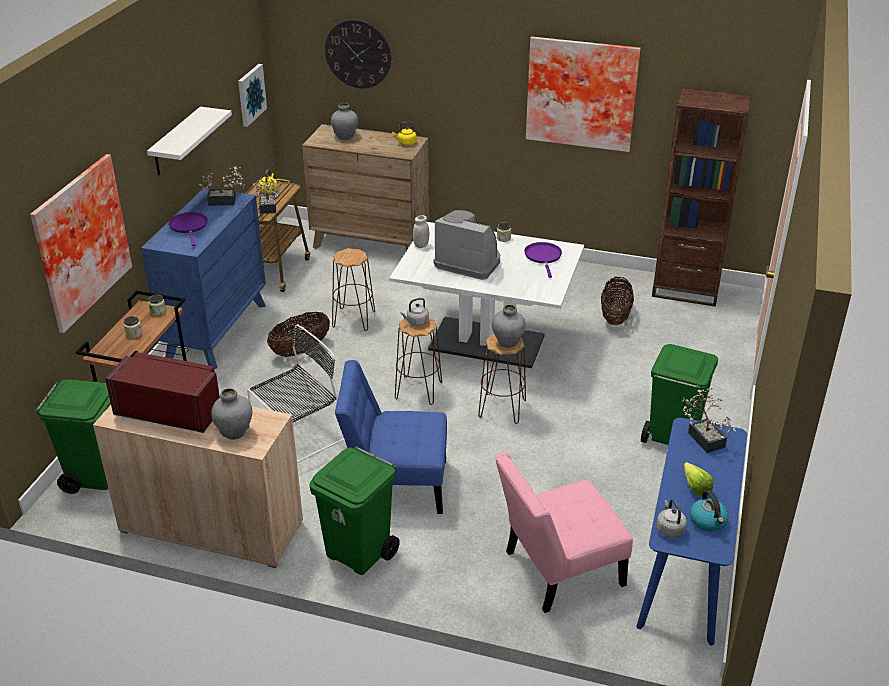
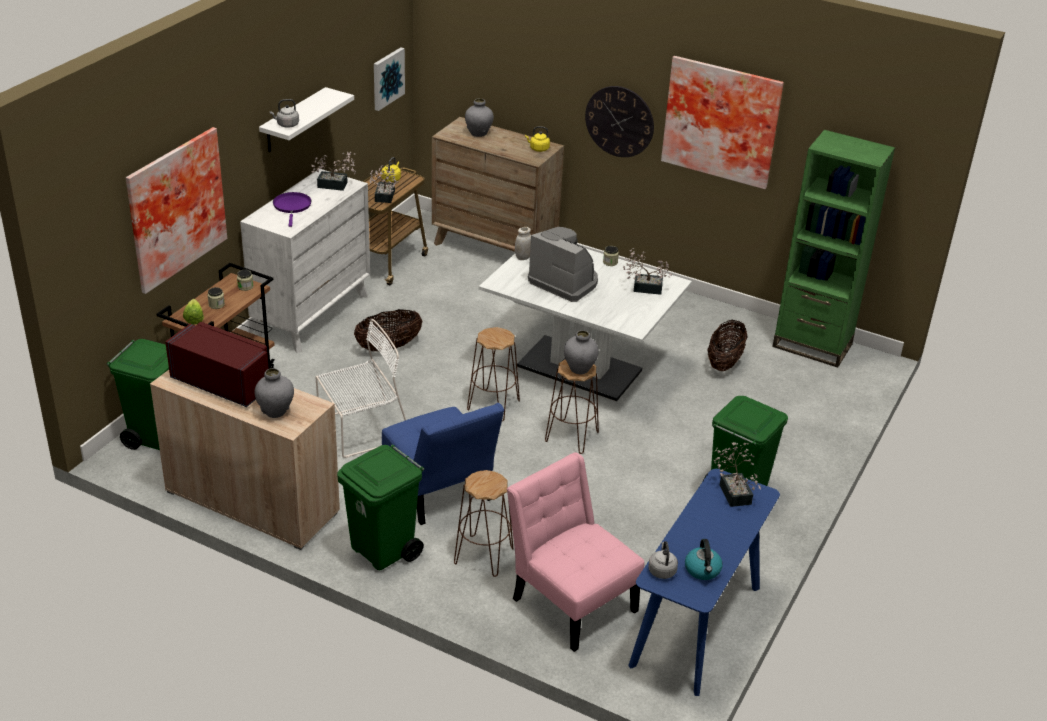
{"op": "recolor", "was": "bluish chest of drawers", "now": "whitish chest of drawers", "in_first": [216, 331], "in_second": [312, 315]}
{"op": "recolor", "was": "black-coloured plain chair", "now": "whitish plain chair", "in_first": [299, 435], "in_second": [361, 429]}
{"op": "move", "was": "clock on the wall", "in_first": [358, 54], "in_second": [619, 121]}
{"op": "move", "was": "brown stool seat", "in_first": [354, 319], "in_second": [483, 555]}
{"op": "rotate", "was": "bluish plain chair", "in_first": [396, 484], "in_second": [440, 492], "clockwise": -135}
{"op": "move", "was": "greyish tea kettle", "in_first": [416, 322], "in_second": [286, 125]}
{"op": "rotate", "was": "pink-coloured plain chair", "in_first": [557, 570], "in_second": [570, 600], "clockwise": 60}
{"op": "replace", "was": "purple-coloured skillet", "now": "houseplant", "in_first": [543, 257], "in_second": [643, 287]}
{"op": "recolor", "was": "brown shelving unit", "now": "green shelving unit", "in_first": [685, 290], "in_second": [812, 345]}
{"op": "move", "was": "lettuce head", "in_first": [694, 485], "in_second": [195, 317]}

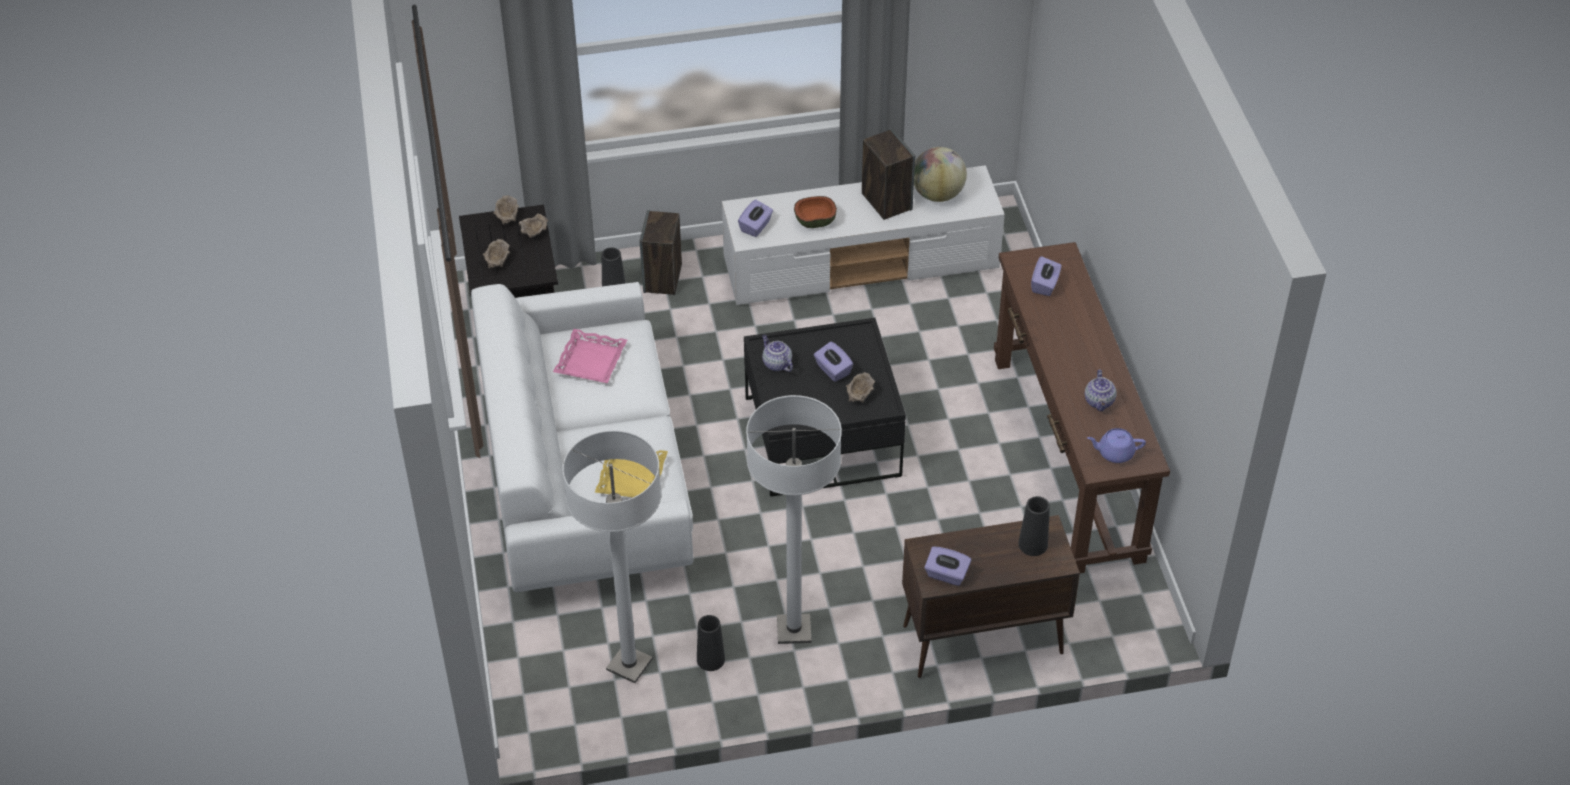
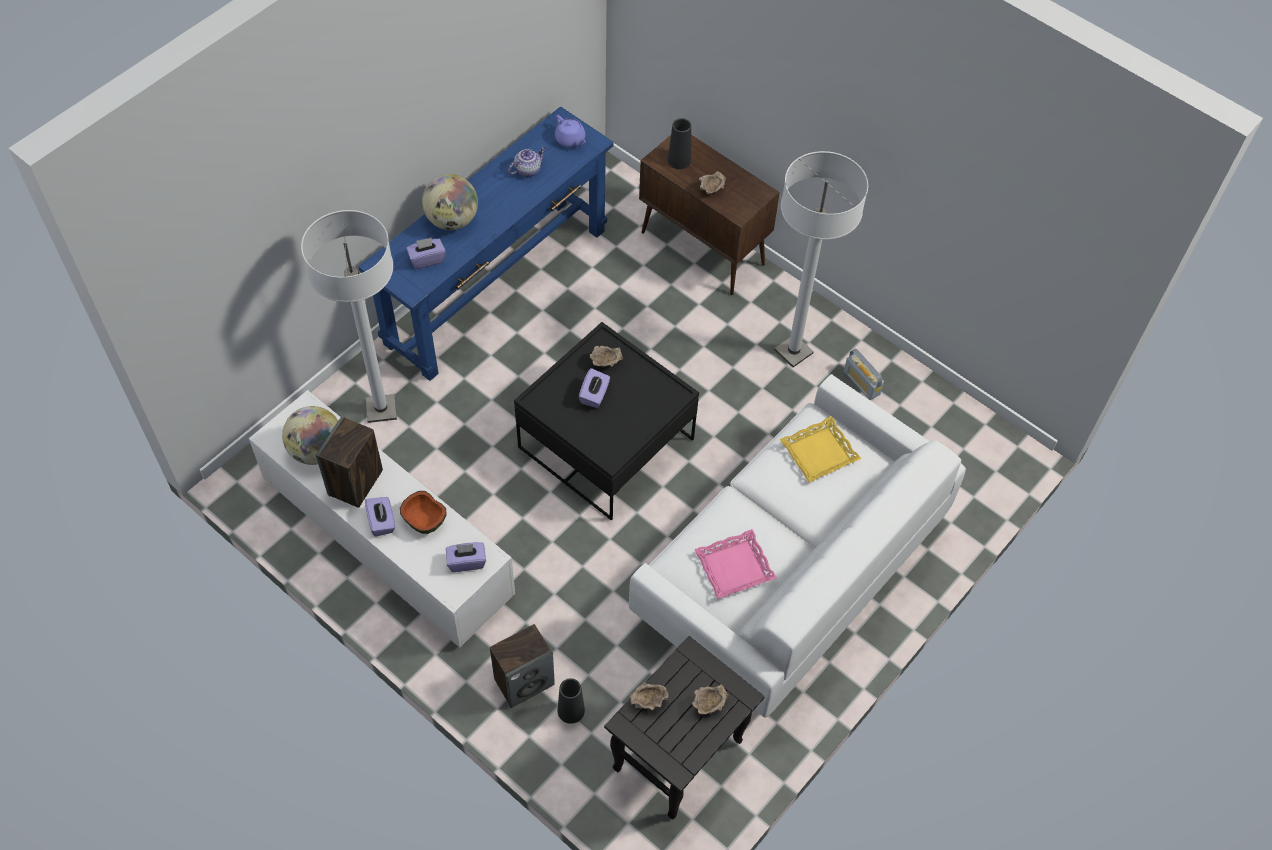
{"op": "move", "was": "sand-coloured bowl", "in_first": [507, 218], "in_second": [711, 190]}
{"op": "move", "was": "whitish standing lamp", "in_first": [629, 665], "in_second": [381, 409]}
{"op": "replace", "was": "black-coloured flower vase", "now": "radio set", "in_first": [710, 659], "in_second": [861, 383]}
{"op": "delete", "was": "teapot", "in_first": [776, 363]}
{"op": "move", "was": "purple-coloured box of tissues", "in_first": [946, 575], "in_second": [382, 522]}
{"op": "recolor", "was": "brown narrow table", "now": "bluish narrow table", "in_first": [1067, 457], "in_second": [497, 286]}
{"op": "insert", "now": "world globe", "in_second": [452, 220]}

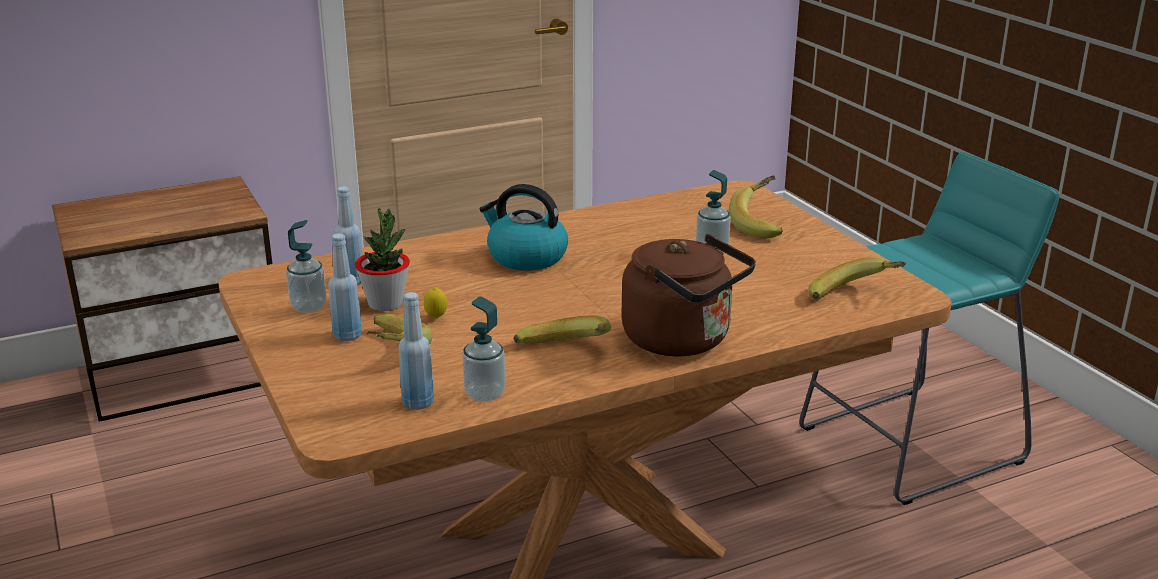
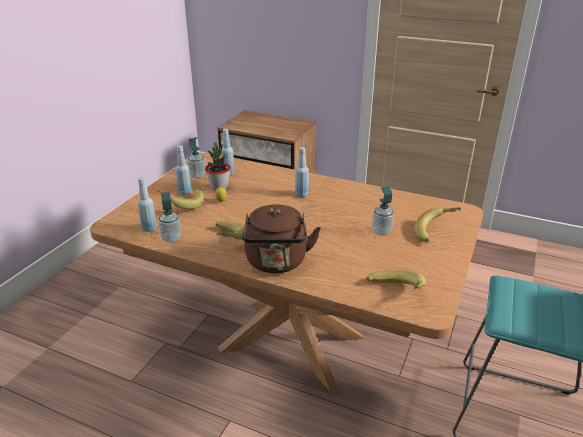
{"op": "replace", "was": "tea kettle", "now": "bluish drink bottle", "in_first": [525, 257], "in_second": [301, 194]}

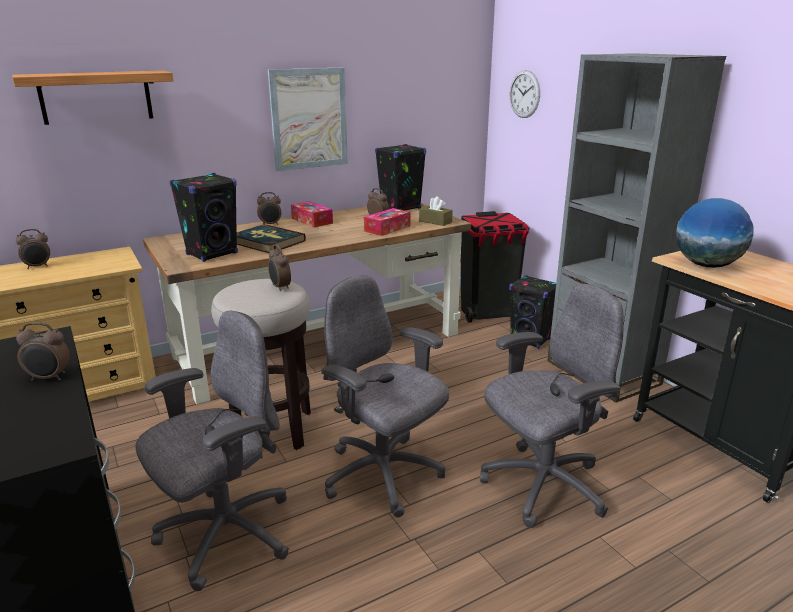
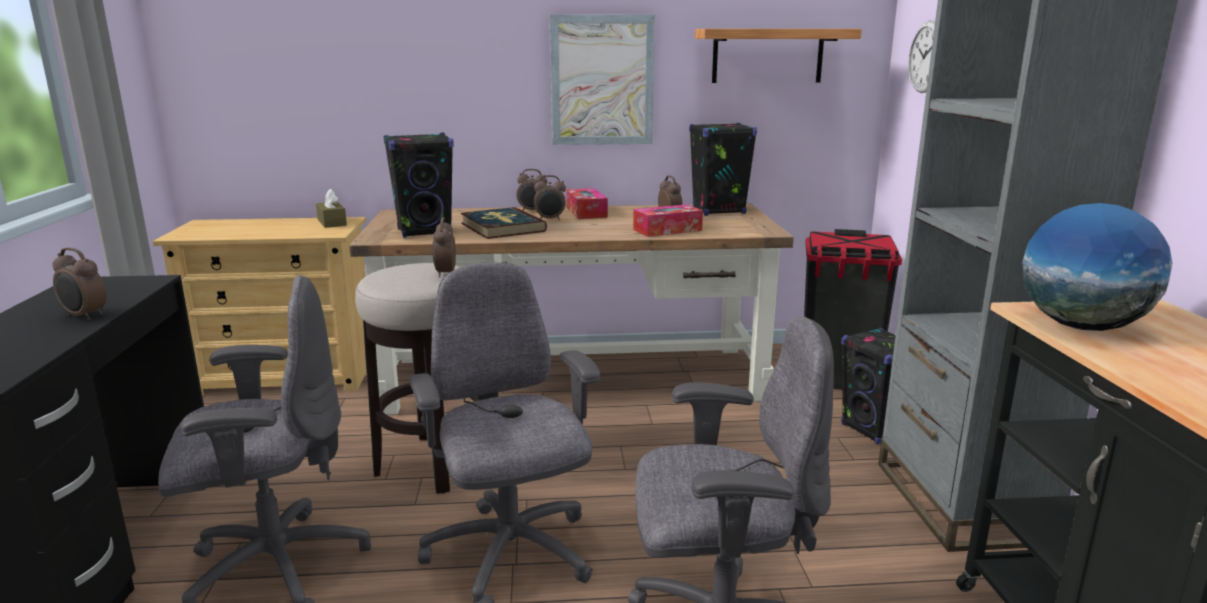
{"op": "move", "was": "bracket shelf", "in_first": [96, 97], "in_second": [767, 56]}
{"op": "move", "was": "bedside clock", "in_first": [38, 267], "in_second": [550, 219]}
{"op": "move", "was": "brown box of tissues", "in_first": [435, 221], "in_second": [332, 222]}

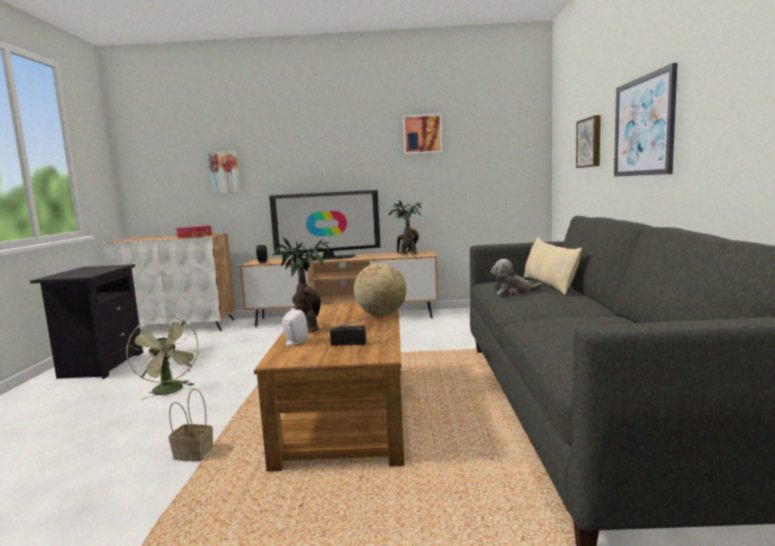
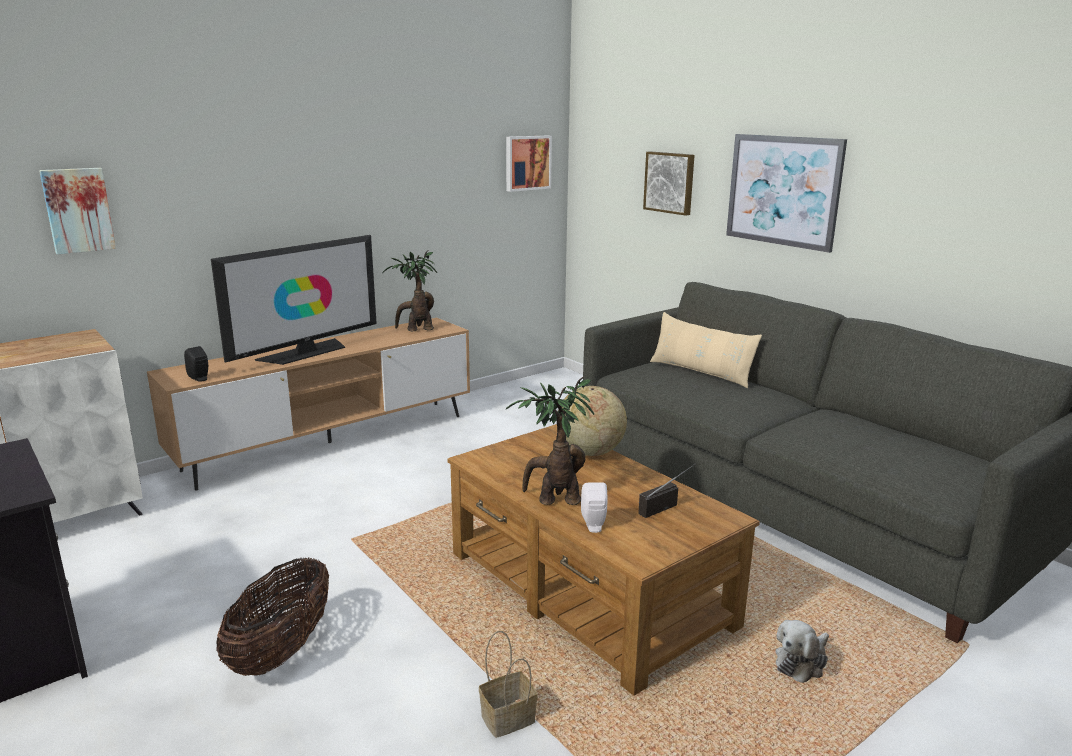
{"op": "replace", "was": "green electric fan", "now": "basket", "in_first": [170, 391], "in_second": [282, 650]}
{"op": "delete", "was": "box of tissues", "in_first": [194, 236]}
{"op": "move", "was": "wall art", "in_first": [422, 134], "in_second": [527, 163]}
{"op": "move", "was": "soft toy", "in_first": [513, 292], "in_second": [801, 663]}

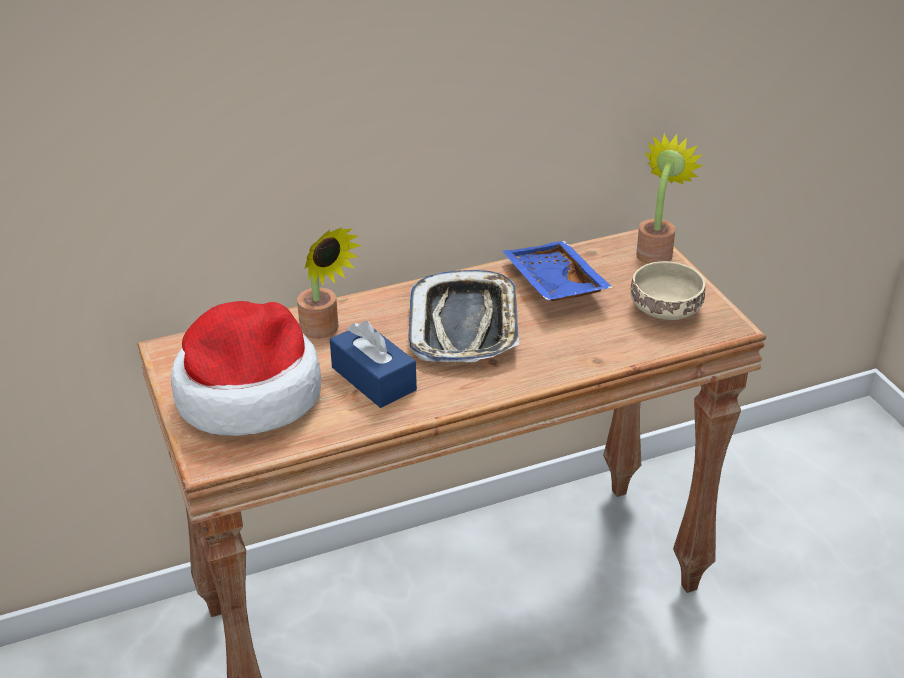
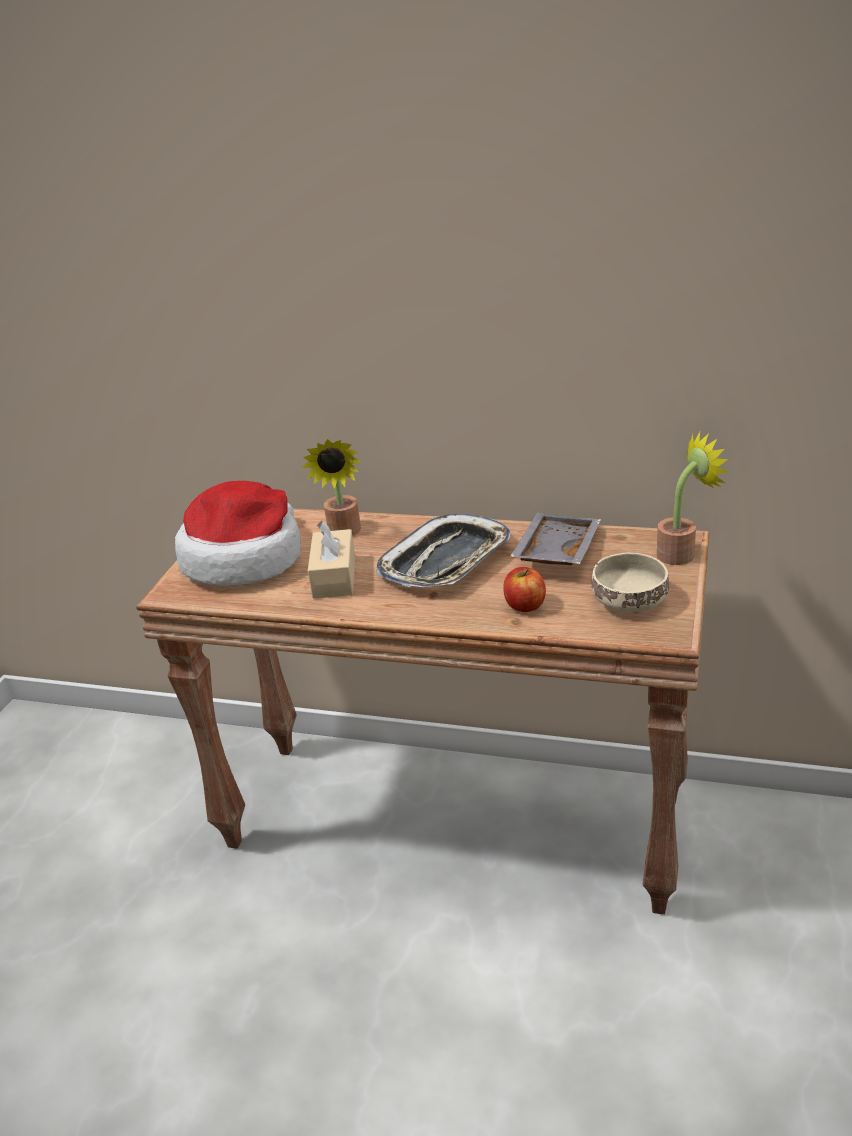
{"op": "recolor", "was": "bluish box of tissues", "now": "sand-coloured box of tissues", "in_first": [373, 379], "in_second": [334, 577]}
{"op": "recolor", "was": "bluish serving tray", "now": "greyish serving tray", "in_first": [552, 284], "in_second": [555, 552]}
{"op": "insert", "now": "whole apple", "in_second": [525, 605]}

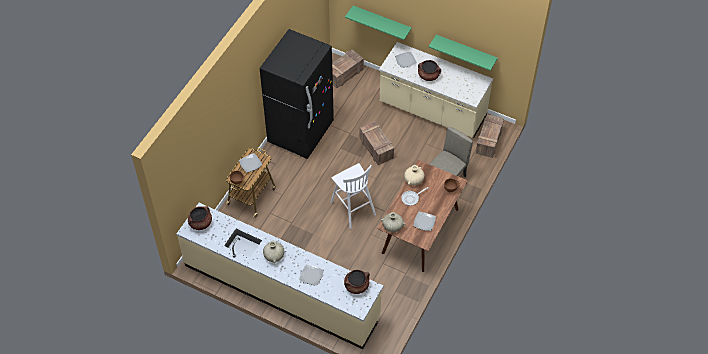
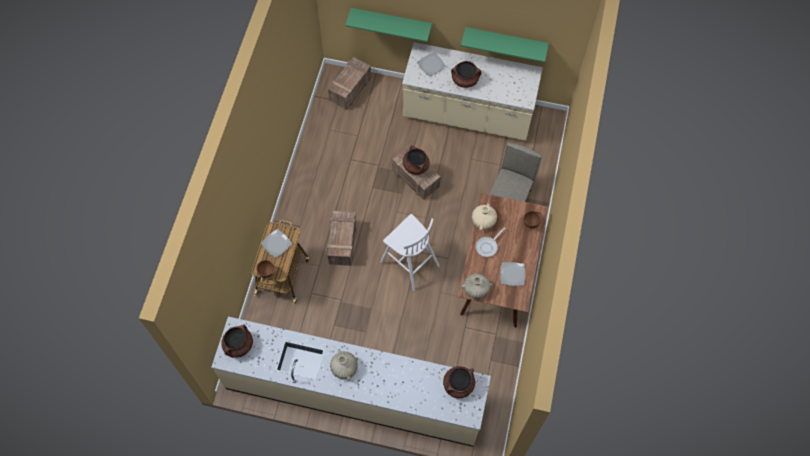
{"op": "delete", "was": "black-coloured fridge", "in_first": [301, 132]}
{"op": "delete", "was": "plate", "in_first": [311, 275]}
{"op": "move", "was": "crate", "in_first": [488, 141], "in_second": [342, 242]}
{"op": "insert", "now": "brown cooking pot", "in_second": [415, 166]}

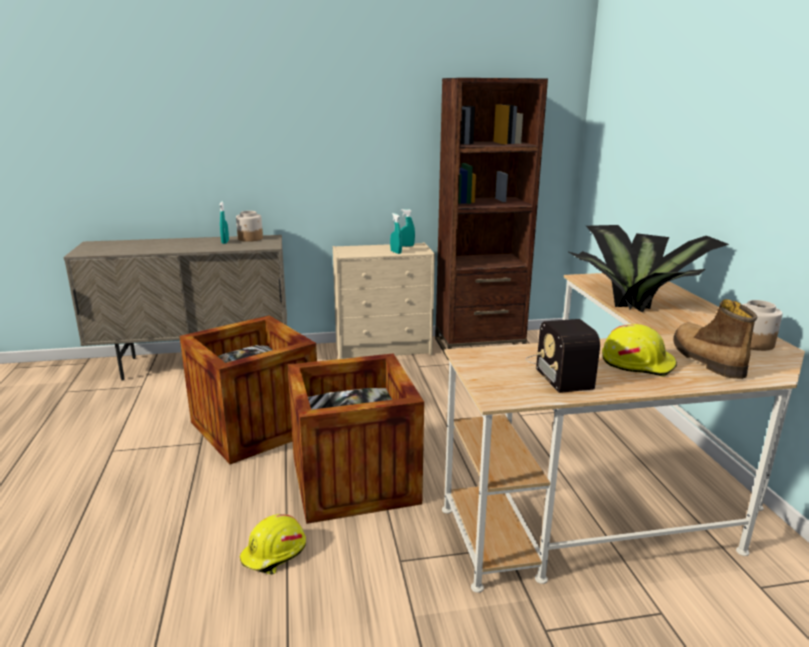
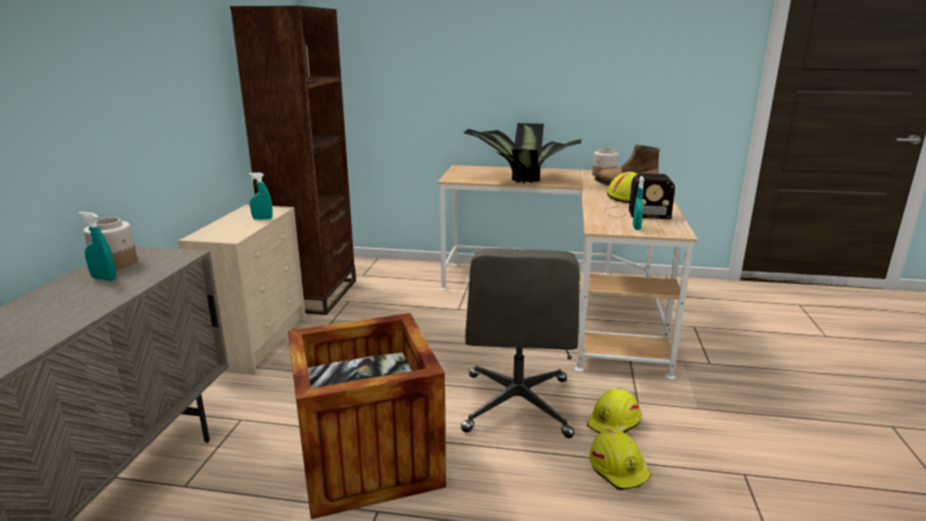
{"op": "replace", "was": "crate", "now": "greyish computer chair", "in_first": [354, 480], "in_second": [517, 405]}
{"op": "move", "was": "turquoise sprayer", "in_first": [406, 246], "in_second": [636, 227]}
{"op": "insert", "now": "yellow-coloured safety helmet", "in_second": [614, 423]}

